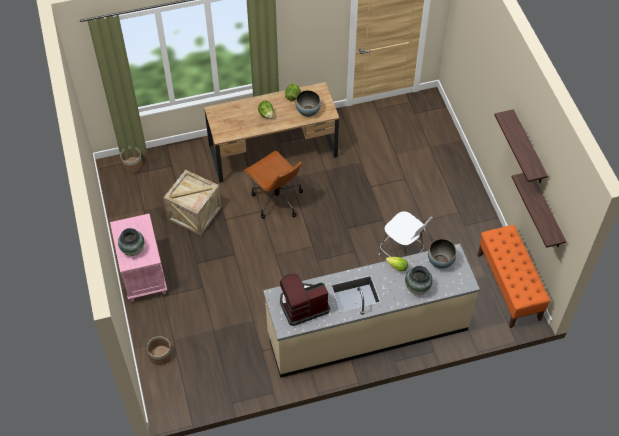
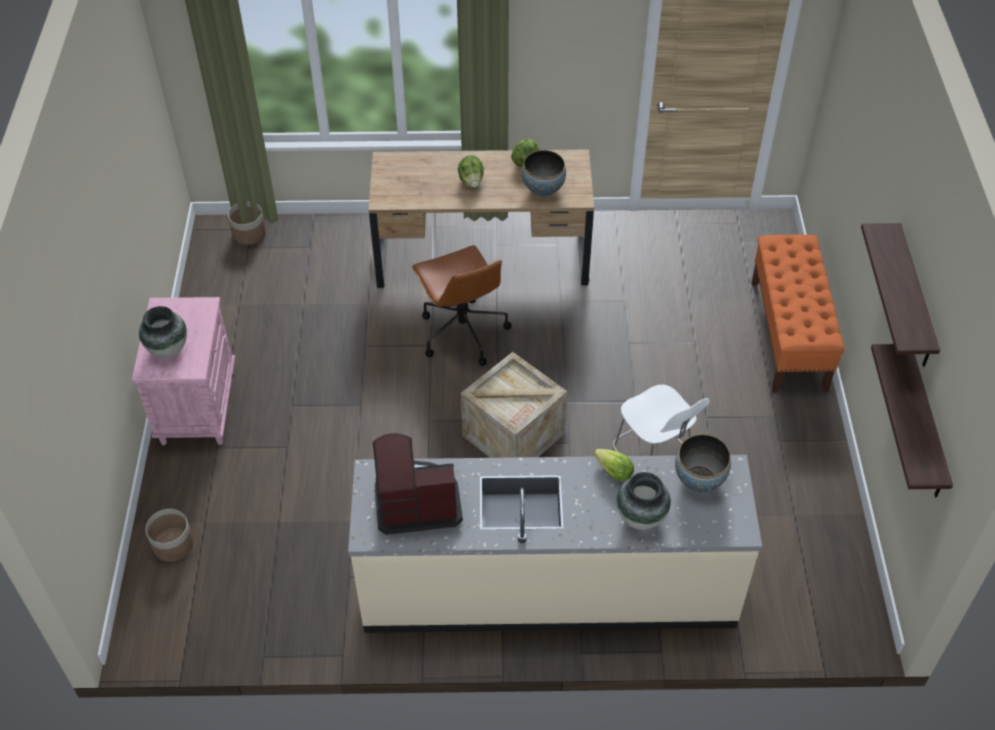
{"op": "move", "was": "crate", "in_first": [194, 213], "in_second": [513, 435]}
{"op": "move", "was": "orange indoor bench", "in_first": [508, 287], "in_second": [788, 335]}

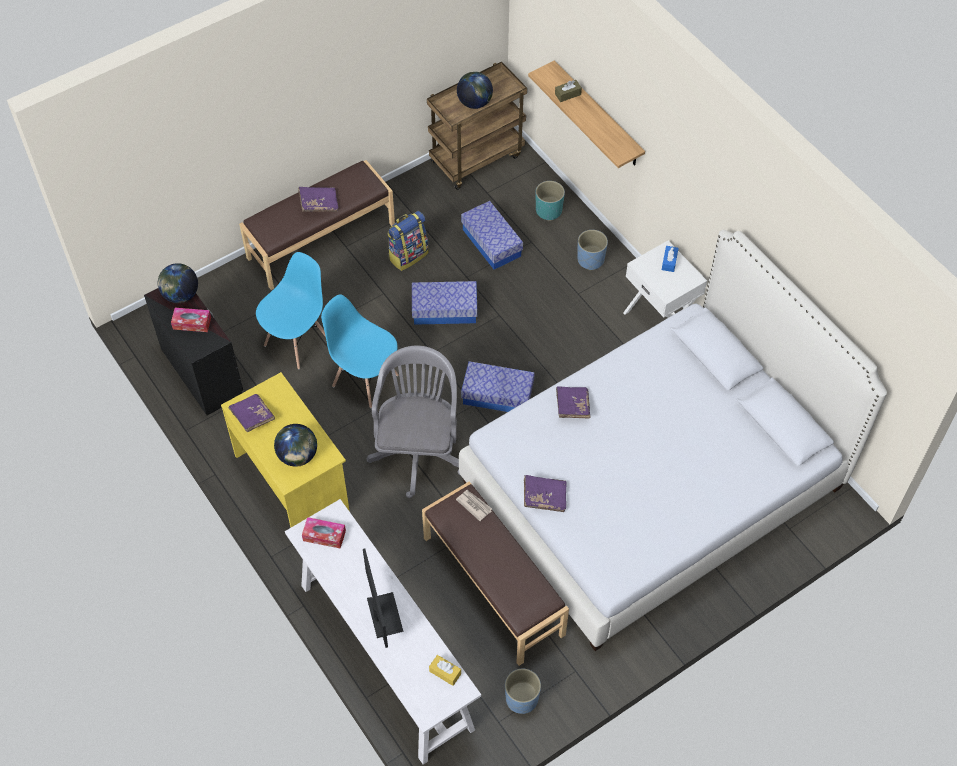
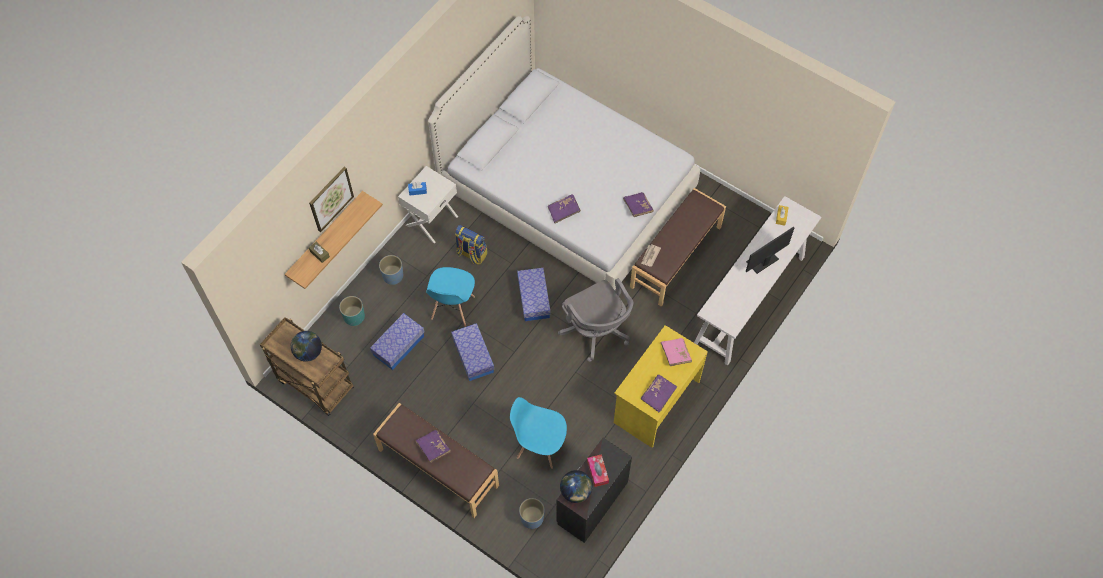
{"op": "replace", "was": "world globe", "now": "pink-coloured volume", "in_first": [297, 456], "in_second": [675, 354]}
{"op": "delete", "was": "box of tissues", "in_first": [324, 535]}
{"op": "move", "was": "bluish plain chair", "in_first": [365, 380], "in_second": [452, 308]}
{"op": "rotate", "was": "greyish computer chair", "in_first": [418, 449], "in_second": [597, 332], "clockwise": -105}
{"op": "move", "was": "rucksack", "in_first": [408, 255], "in_second": [471, 254]}
{"op": "move", "was": "bluish plant pot", "in_first": [521, 698], "in_second": [532, 518]}
{"op": "insert", "now": "wall art", "in_second": [331, 198]}

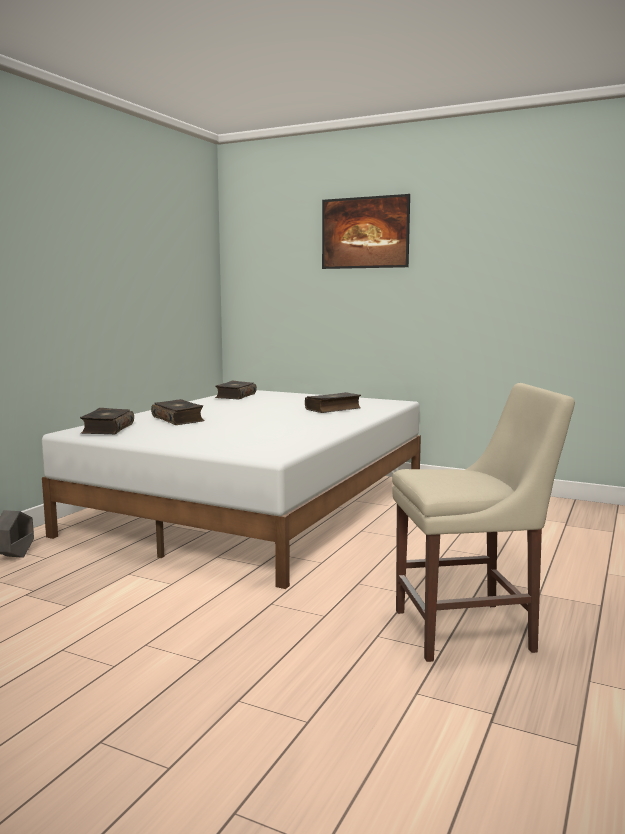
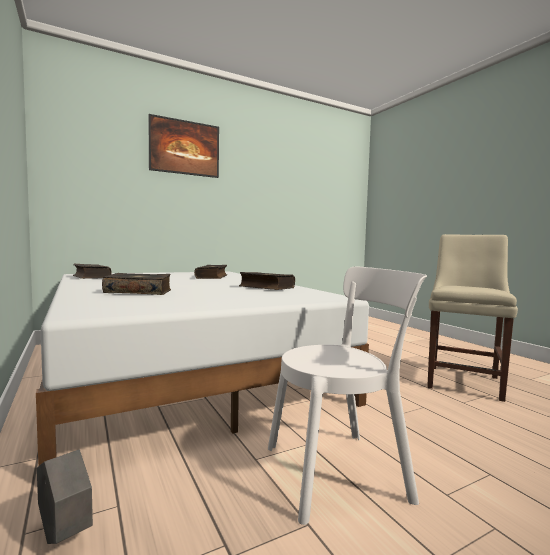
{"op": "move", "was": "volume", "in_first": [107, 429], "in_second": [266, 287]}
{"op": "insert", "now": "whitish plain chair", "in_second": [342, 471]}

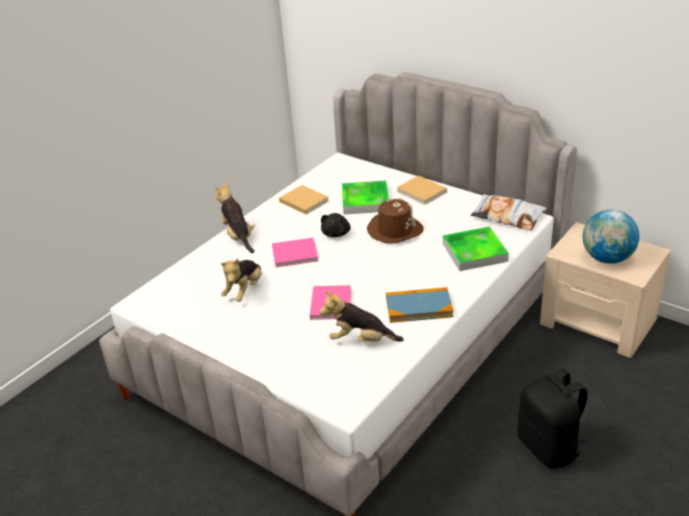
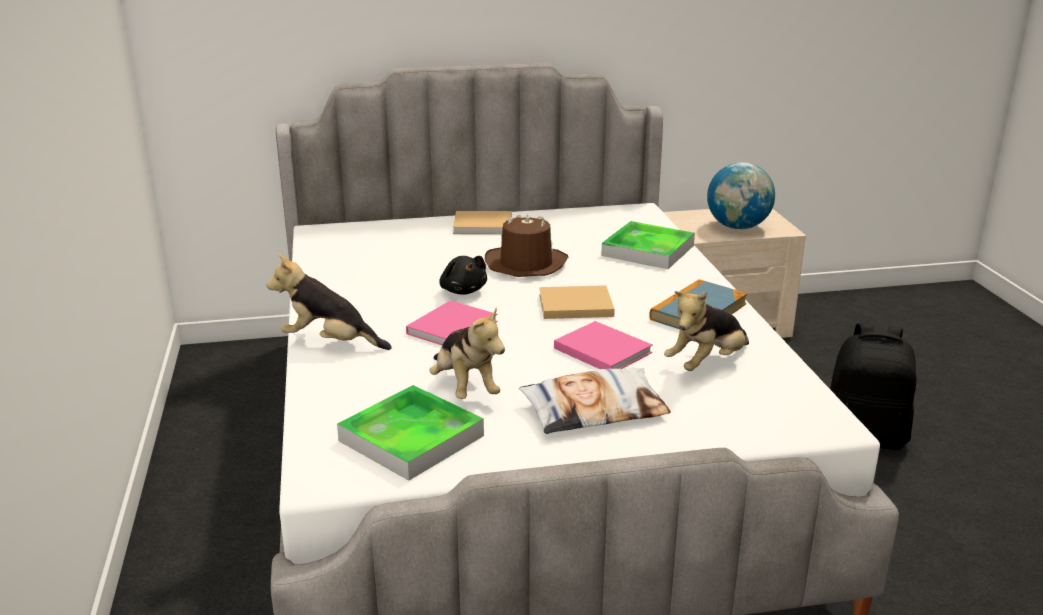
{"op": "move", "was": "sand-coloured volume", "in_first": [303, 200], "in_second": [573, 305]}
{"op": "move", "was": "serving tray", "in_first": [365, 200], "in_second": [411, 438]}
{"op": "move", "was": "pillow", "in_first": [507, 216], "in_second": [594, 410]}

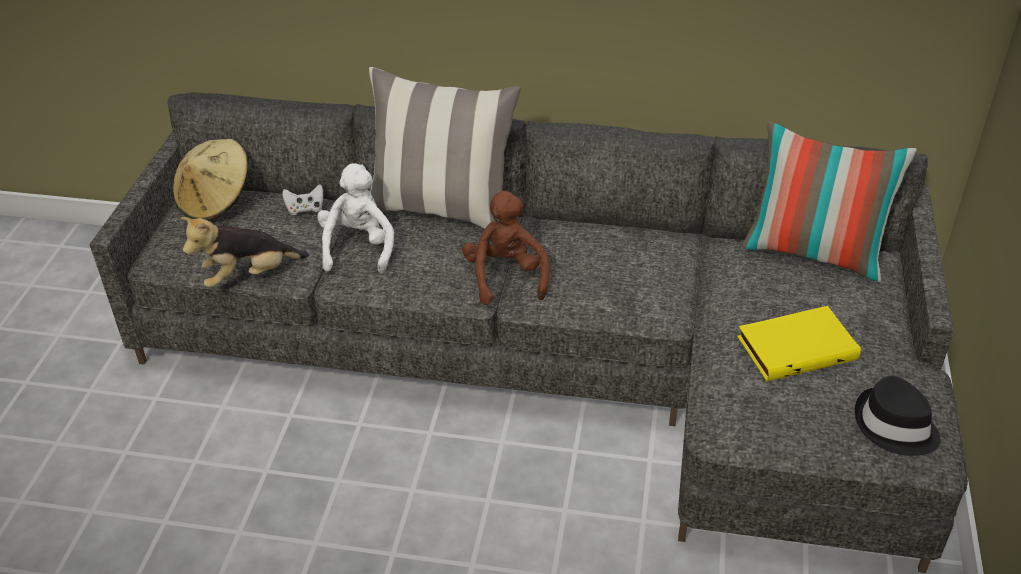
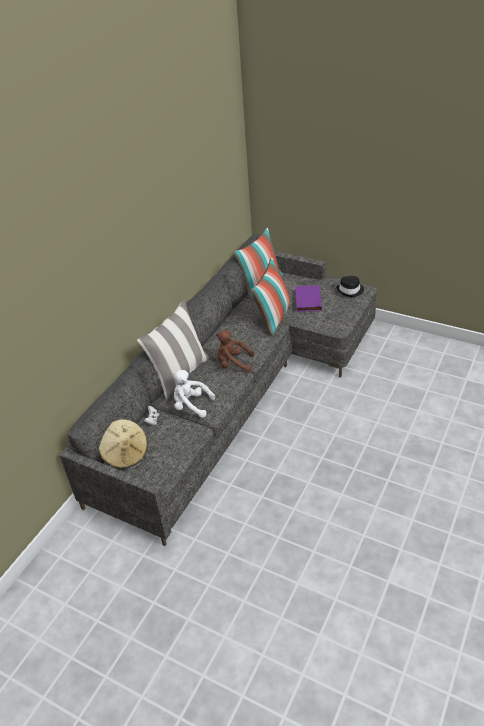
{"op": "delete", "was": "soft toy", "in_first": [249, 276]}
{"op": "recolor", "was": "yellow-coloured volume", "now": "purple-coloured volume", "in_first": [796, 346], "in_second": [307, 300]}
{"op": "insert", "now": "pillow", "in_second": [273, 318]}

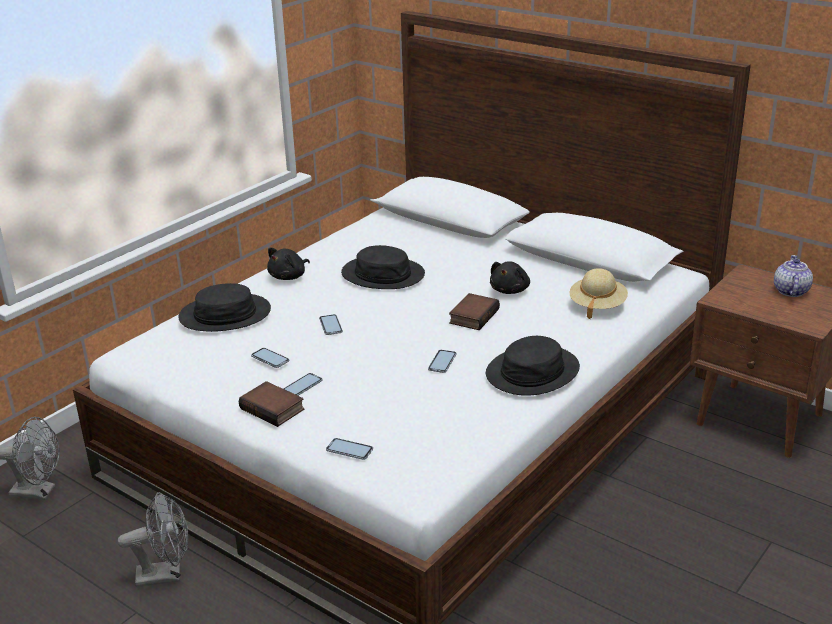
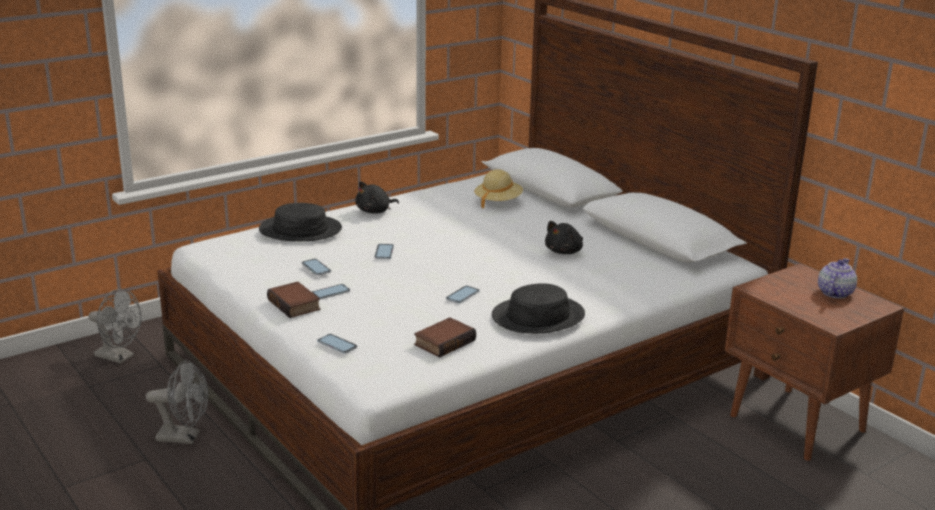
{"op": "delete", "was": "black-coloured clothing hat", "in_first": [383, 274]}
{"op": "move", "was": "volume", "in_first": [473, 316], "in_second": [444, 341]}
{"op": "move", "was": "sand-coloured clothing hat", "in_first": [597, 305], "in_second": [498, 202]}

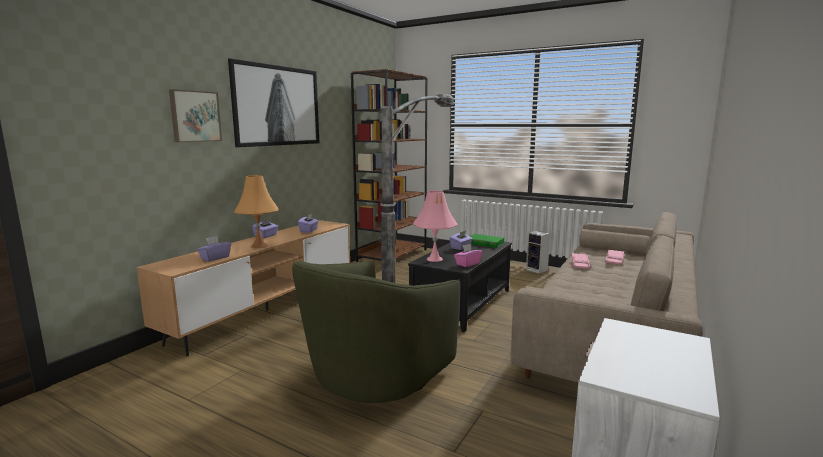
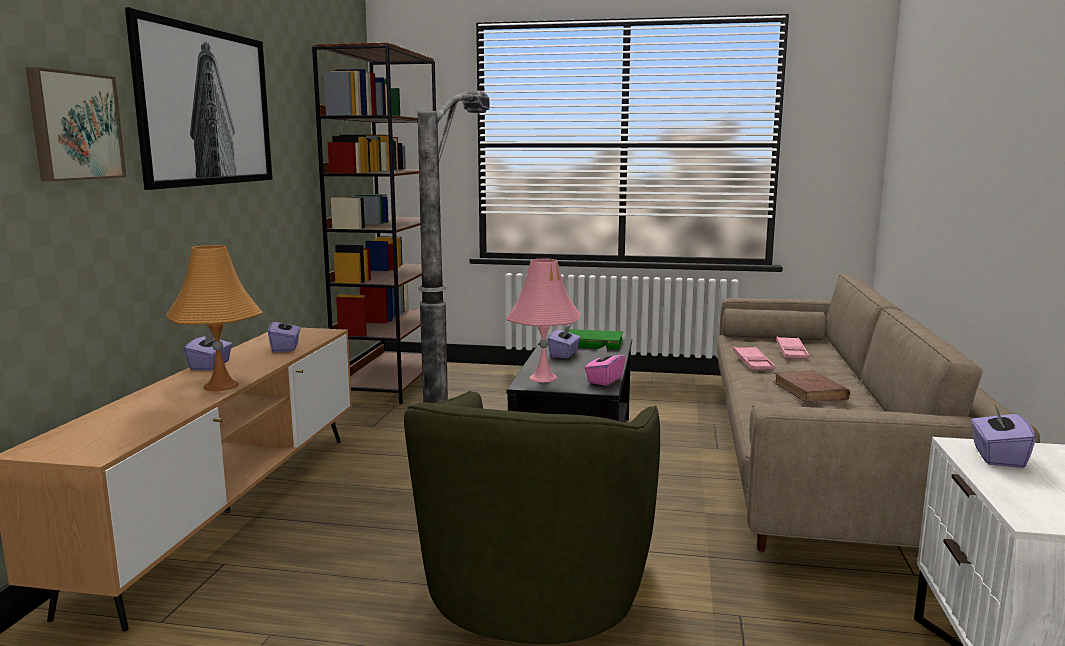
{"op": "move", "was": "purple-coloured box of tissues", "in_first": [215, 258], "in_second": [997, 457]}
{"op": "delete", "was": "speaker", "in_first": [537, 270]}
{"op": "insert", "now": "brown volume", "in_second": [810, 391]}

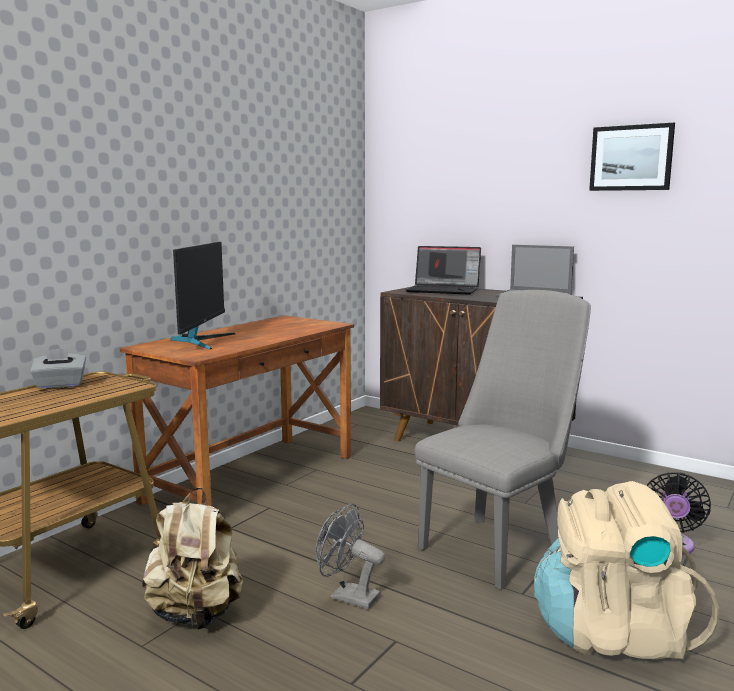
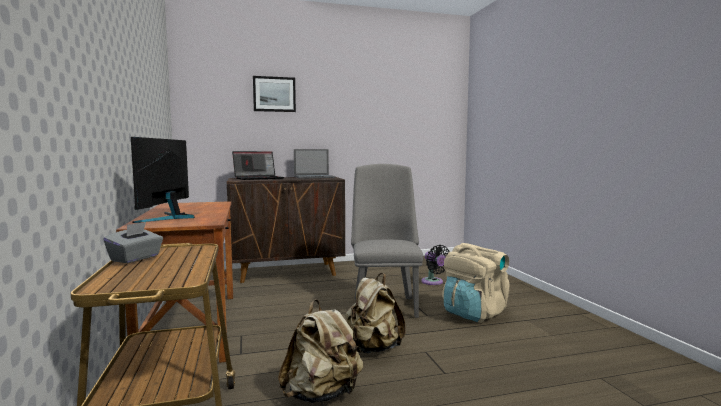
{"op": "rotate", "was": "computer screen", "in_first": [201, 340], "in_second": [168, 218], "clockwise": -135}
{"op": "replace", "was": "greyish electric fan", "now": "sand-coloured rucksack", "in_first": [347, 596], "in_second": [373, 348]}
{"op": "move", "was": "wall art", "in_first": [631, 158], "in_second": [274, 94]}

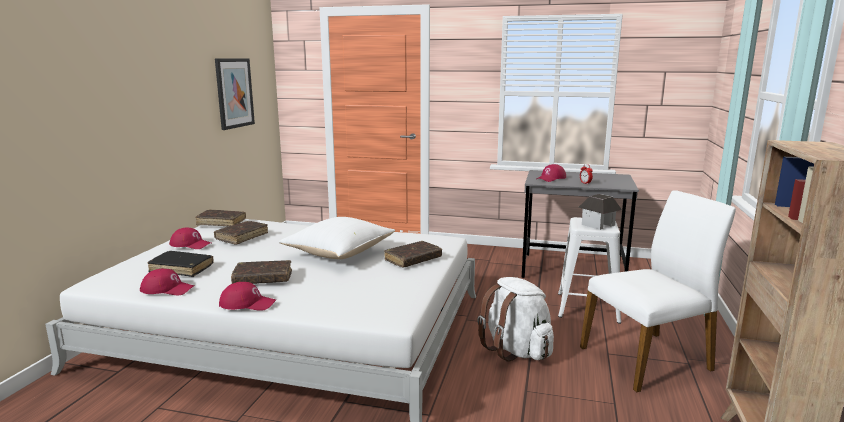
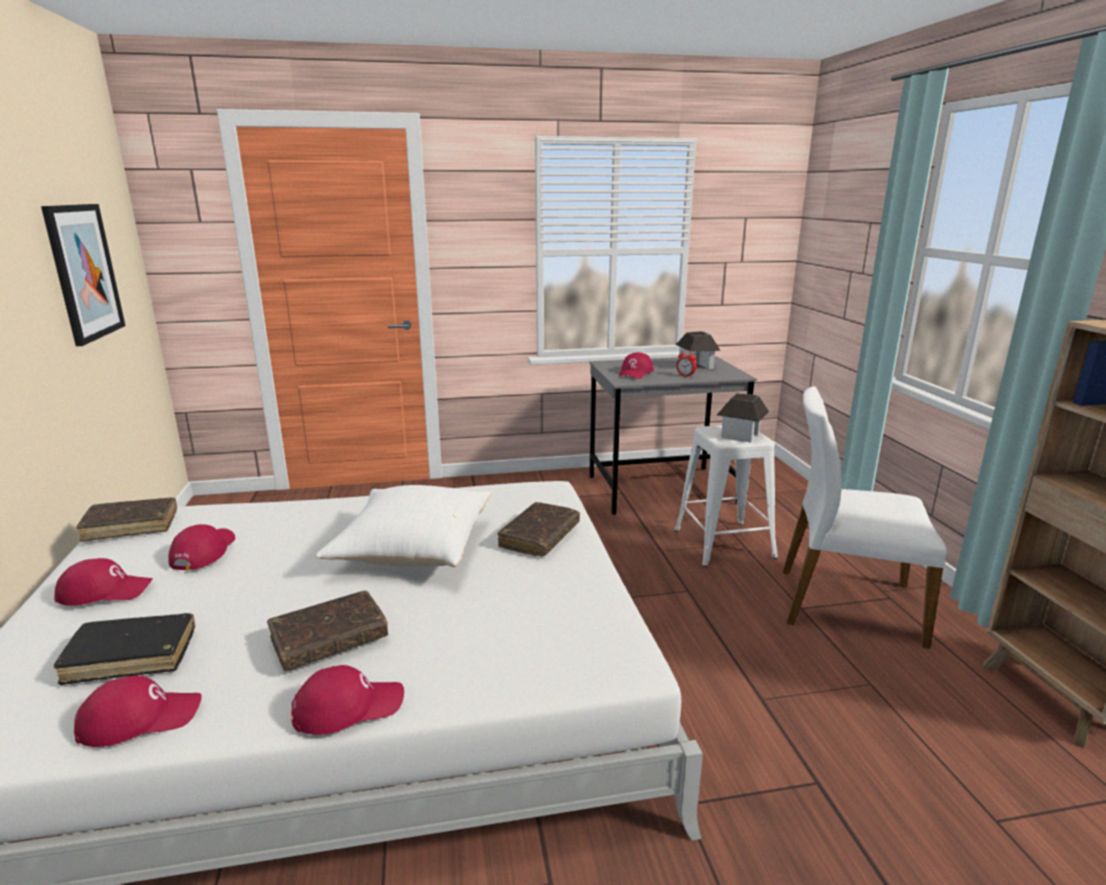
{"op": "replace", "was": "brown volume", "now": "red baseball cap", "in_first": [242, 237], "in_second": [203, 551]}
{"op": "delete", "was": "whitish rucksack", "in_first": [516, 350]}
{"op": "rotate", "was": "whitish plain chair", "in_first": [647, 359], "in_second": [846, 604], "clockwise": -120}
{"op": "insert", "now": "toy house", "in_second": [696, 366]}

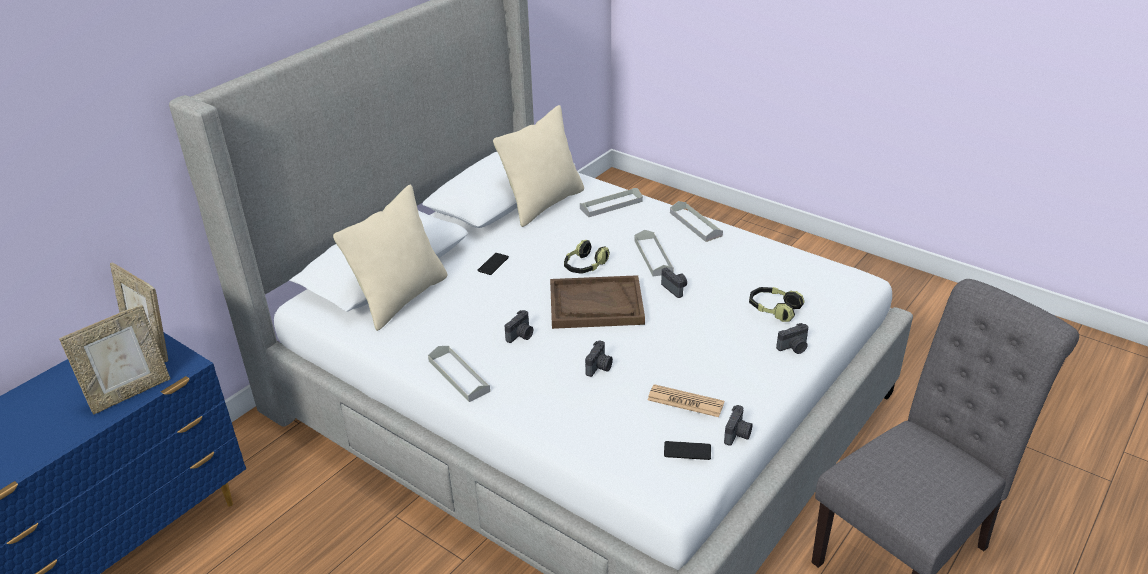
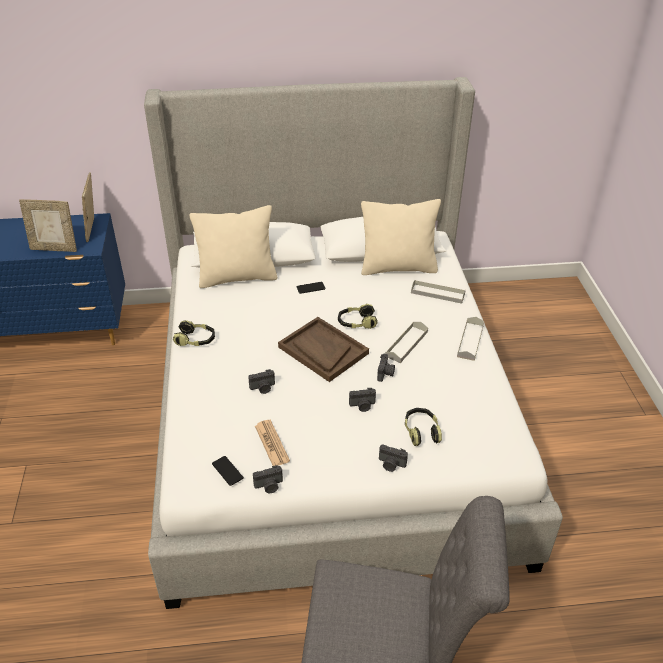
{"op": "replace", "was": "greyish serving tray", "now": "pair of headphones", "in_first": [458, 376], "in_second": [196, 340]}
{"op": "move", "was": "photo camera", "in_first": [521, 335], "in_second": [362, 406]}

